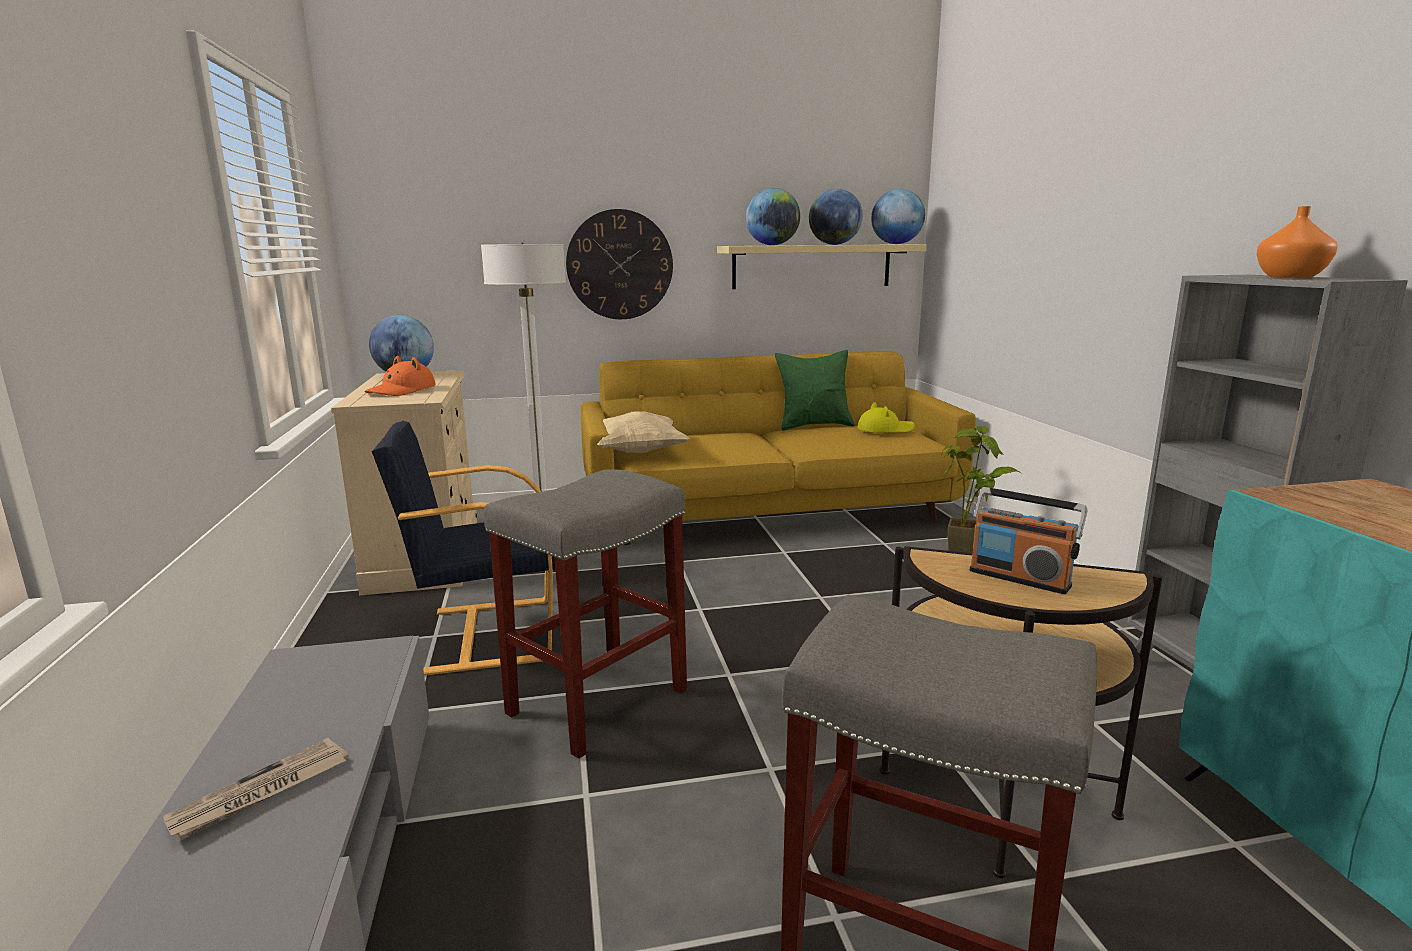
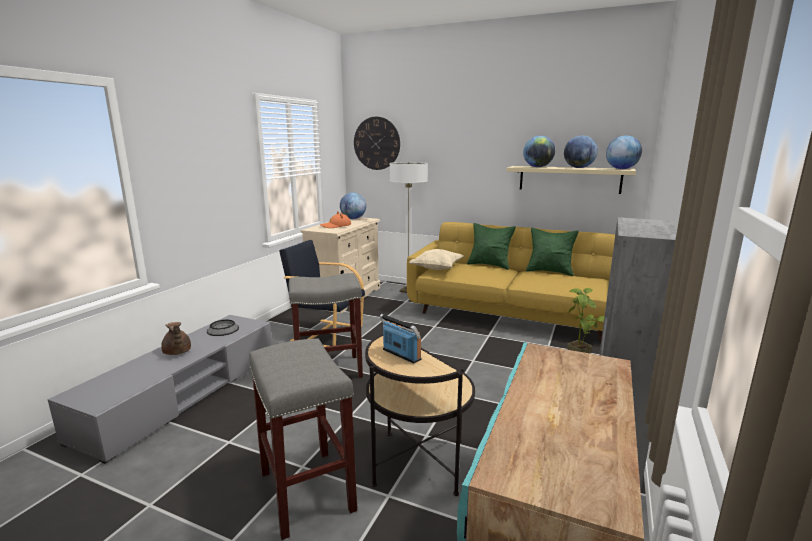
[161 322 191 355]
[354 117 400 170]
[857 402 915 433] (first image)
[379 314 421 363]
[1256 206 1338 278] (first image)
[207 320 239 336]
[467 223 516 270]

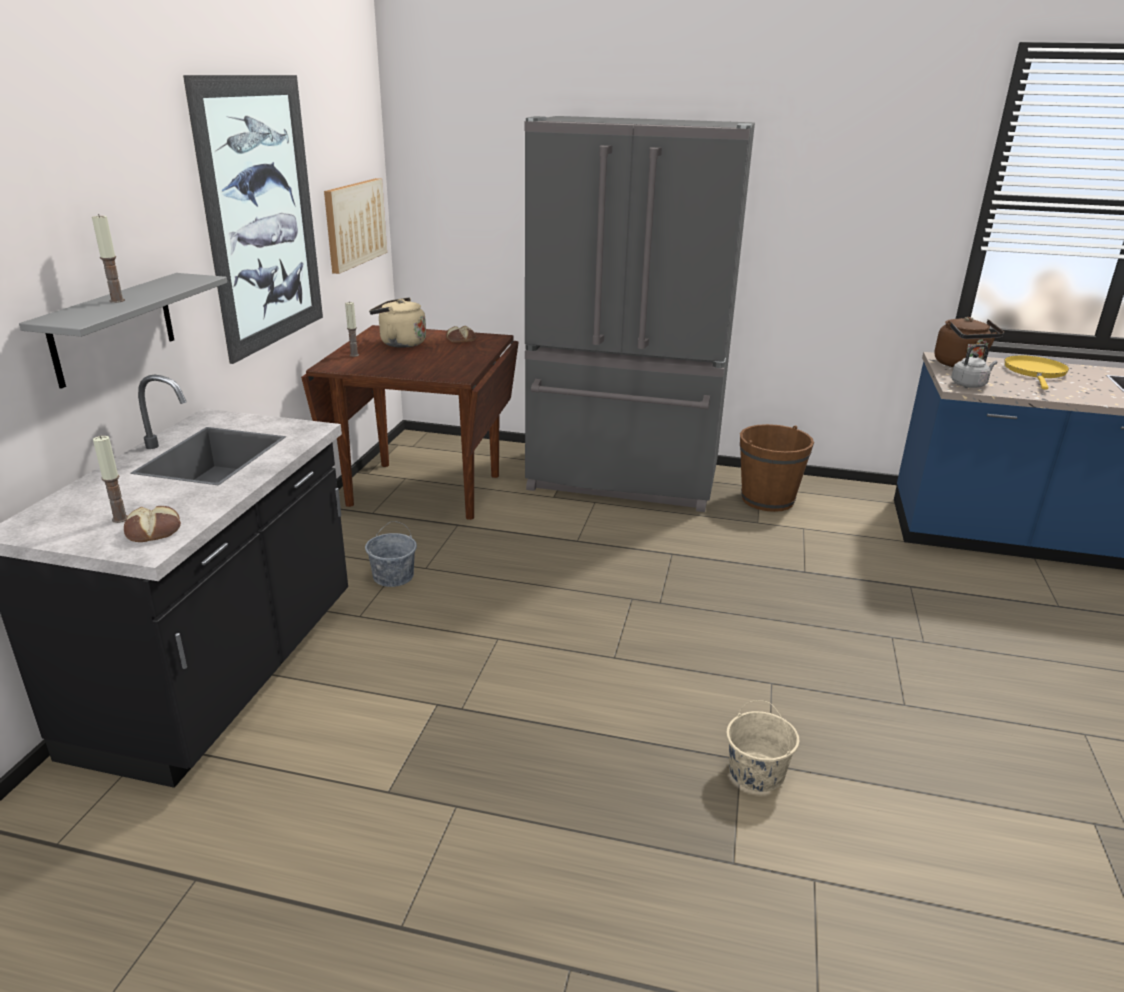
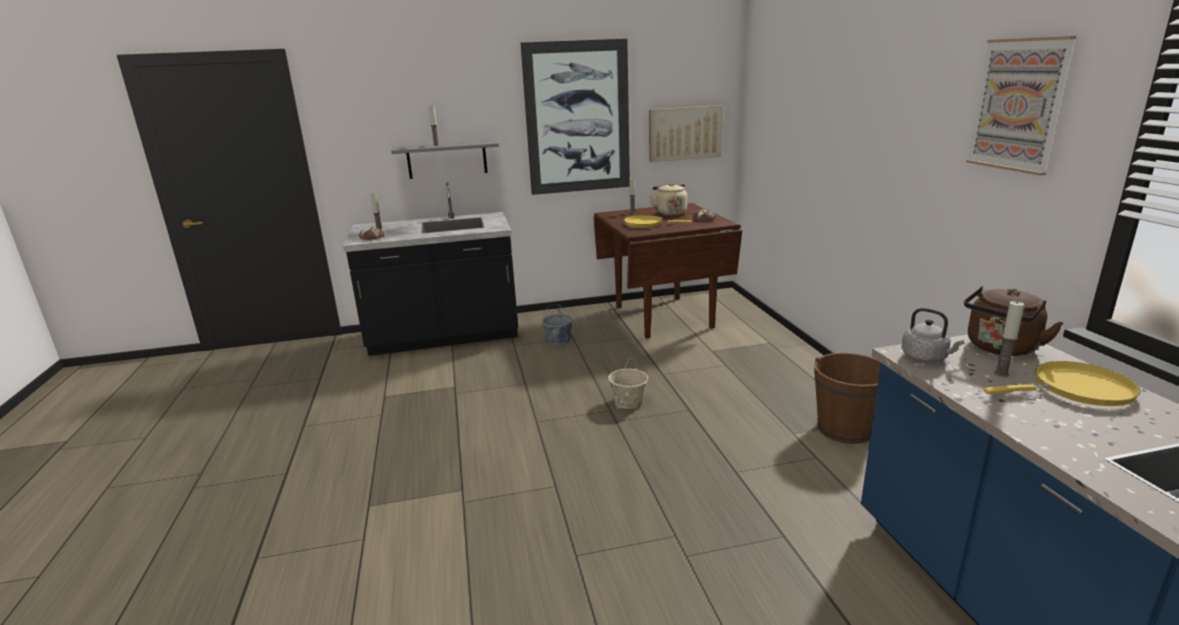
[525 116 755 512] (first image)
[608 360 648 409]
[624 215 691 228]
[966 36 1076 176]
[994 301 1025 377]

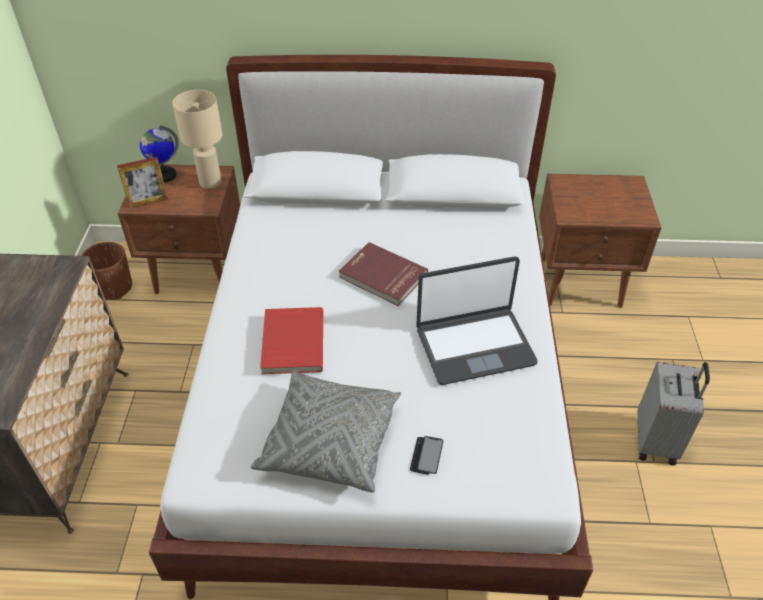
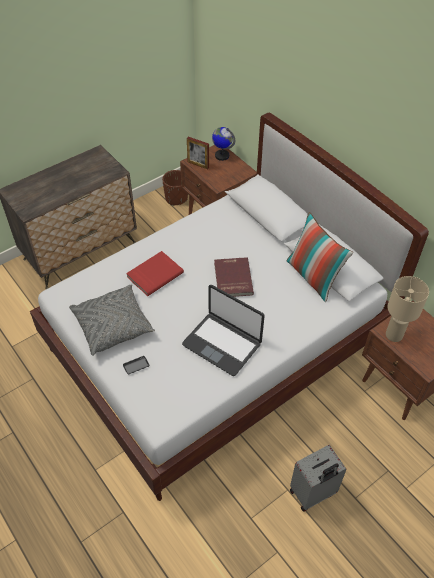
[386 276 429 342]
[286 212 353 302]

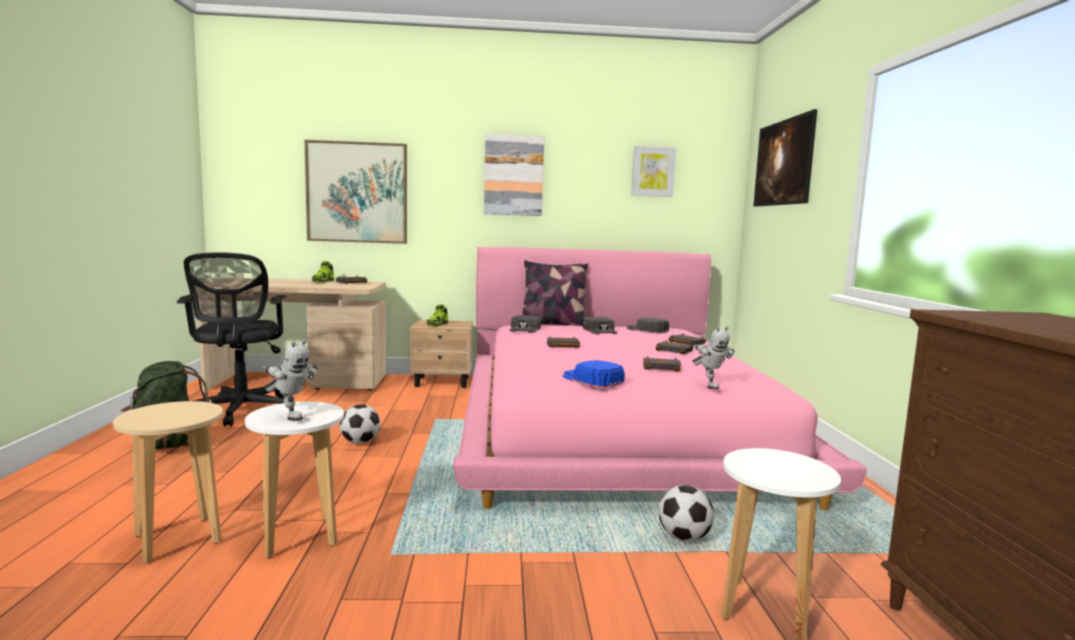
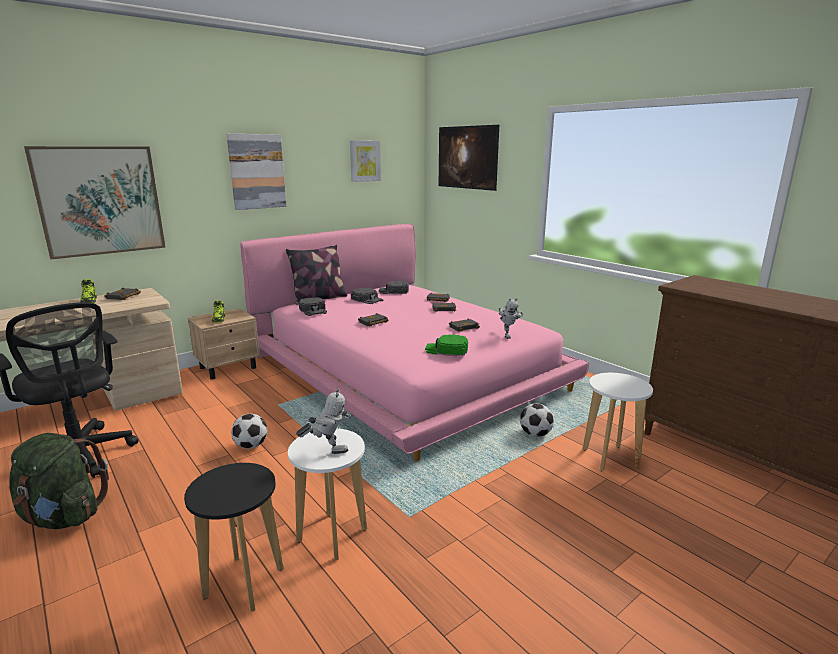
[184 463 284 612]
[425 335 468 356]
[499 298 523 339]

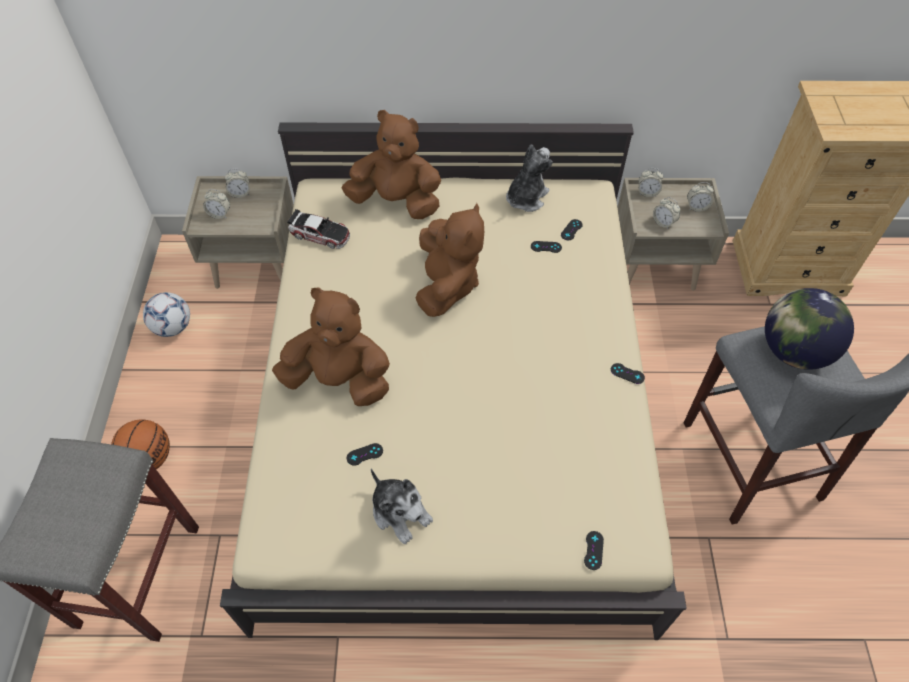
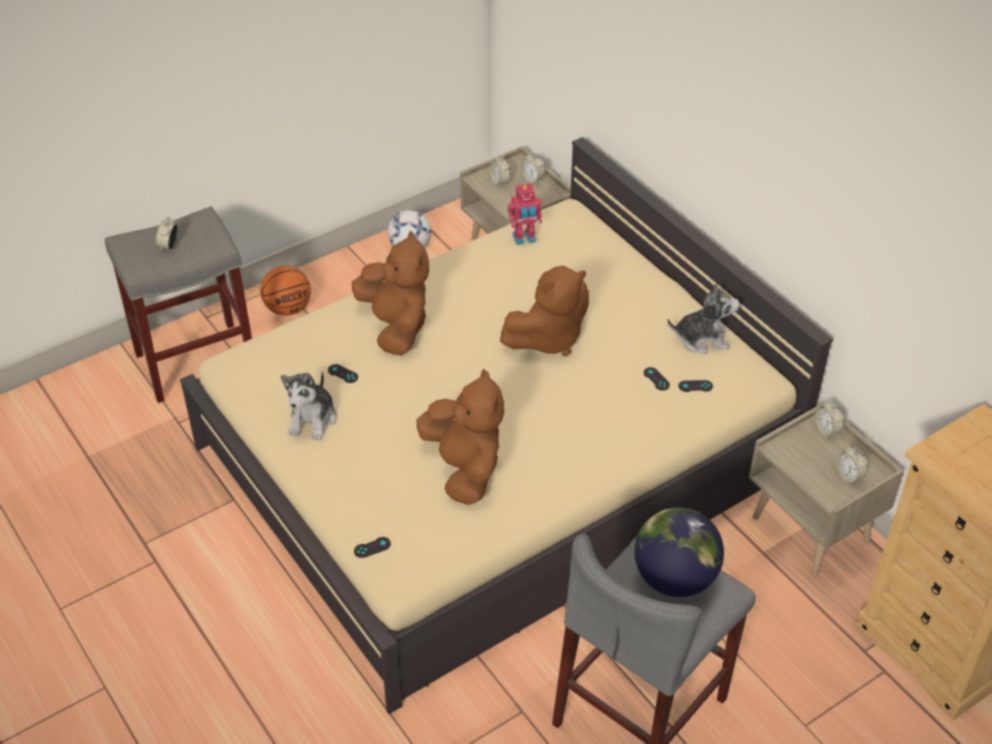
[508 183 542 245]
[417 368 504 505]
[611 363 645 384] (first image)
[156 217 177 250]

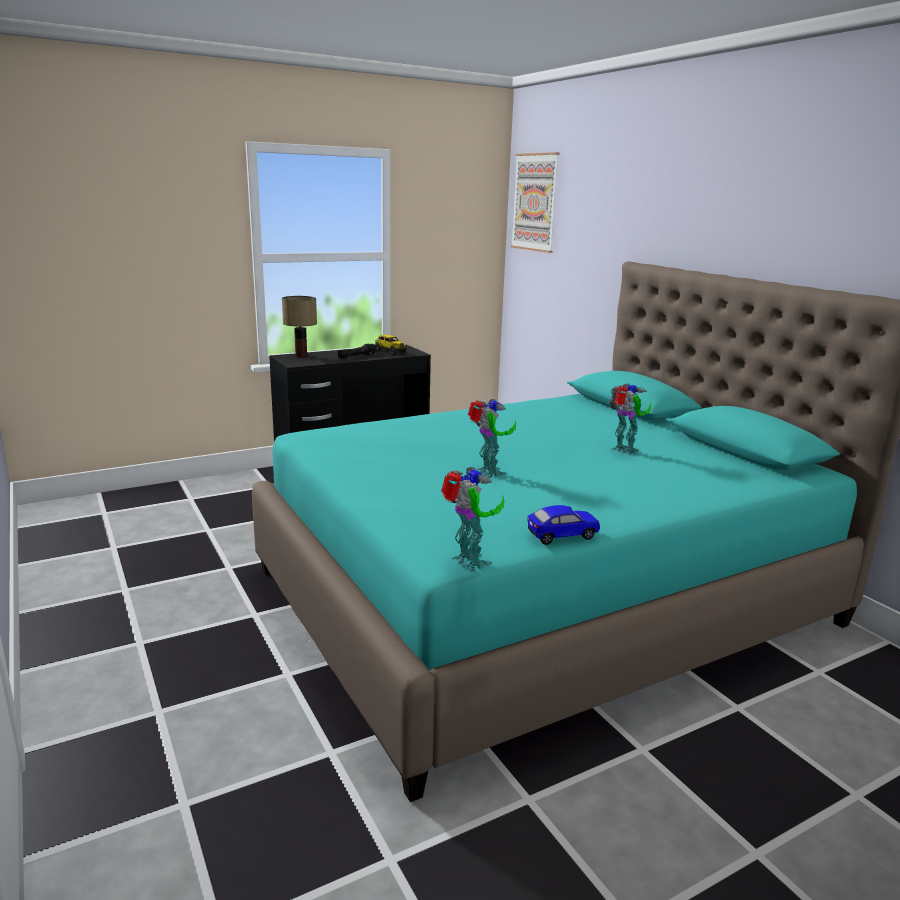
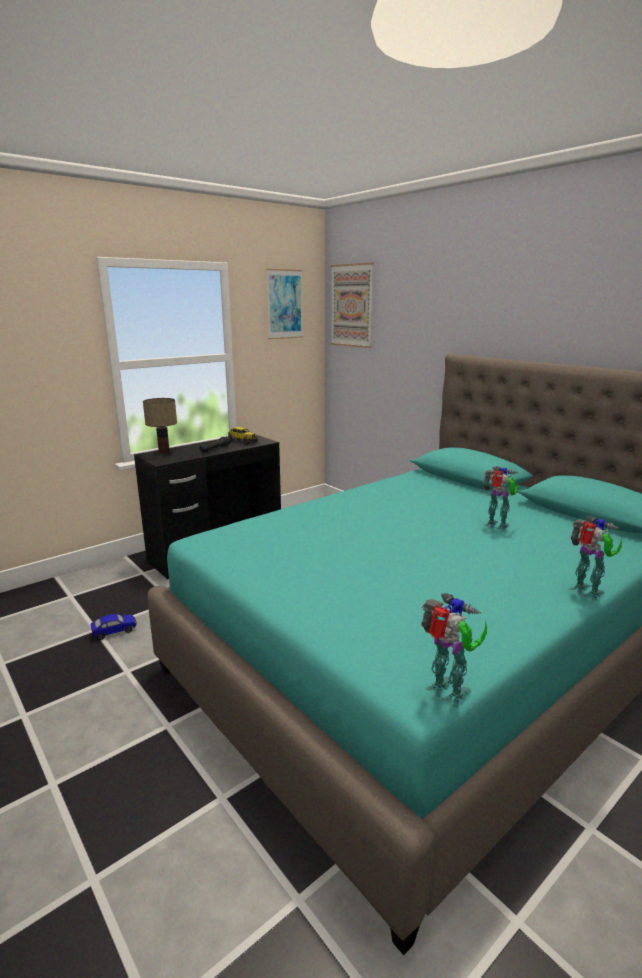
[569 516 622 601]
[91 613 137 640]
[266 269 303 339]

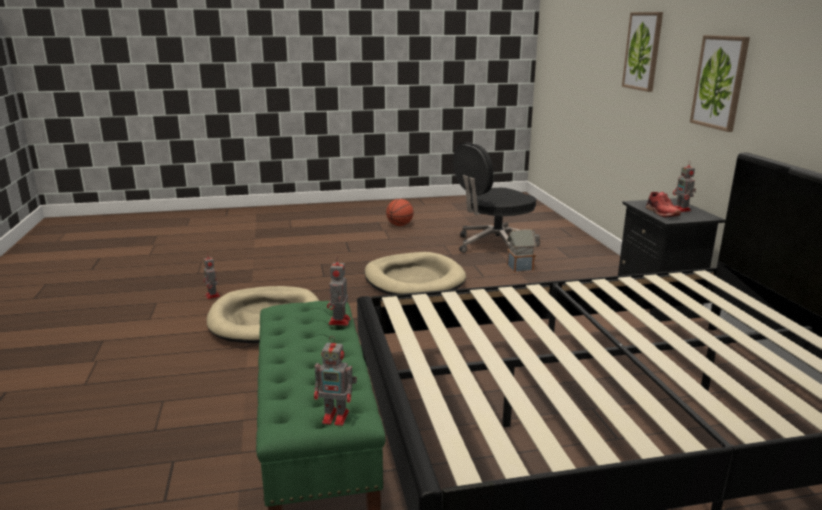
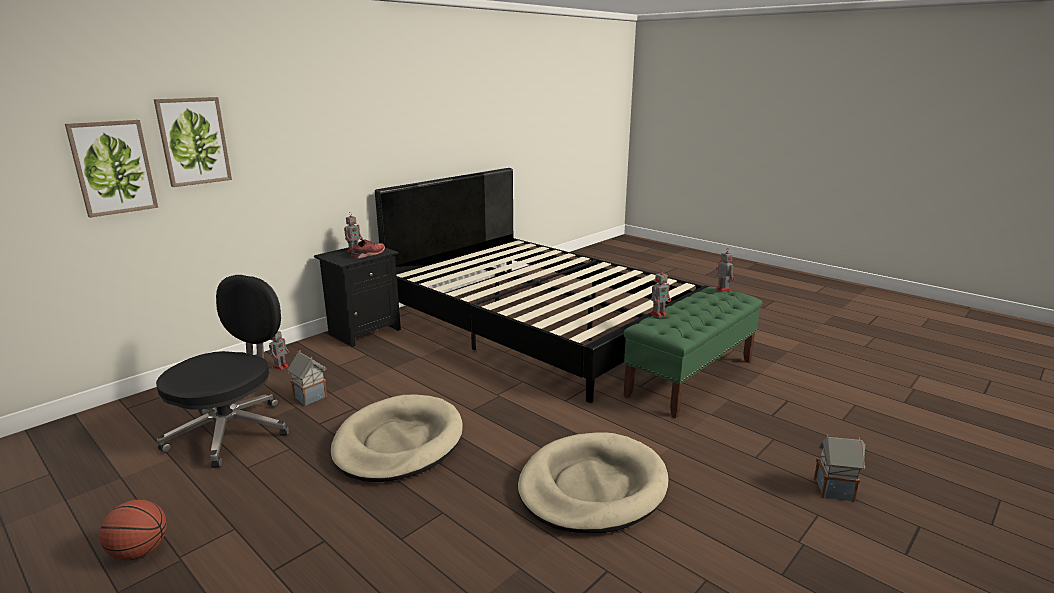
[269 331 289 370]
[156 275 289 468]
[65 120 158 218]
[813 435 866 502]

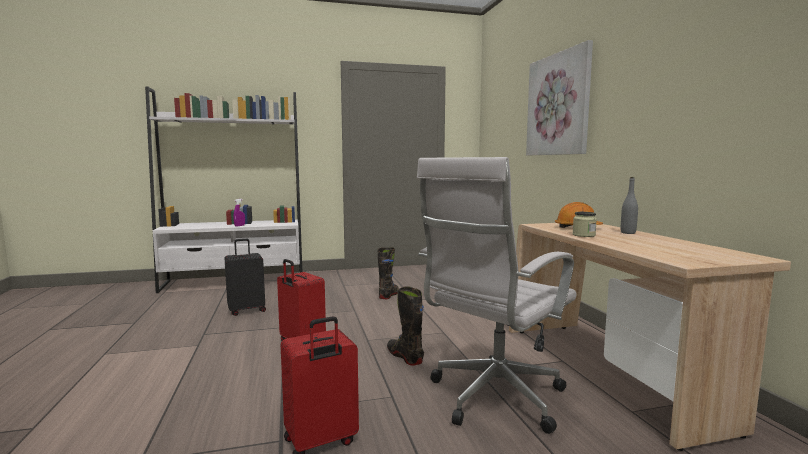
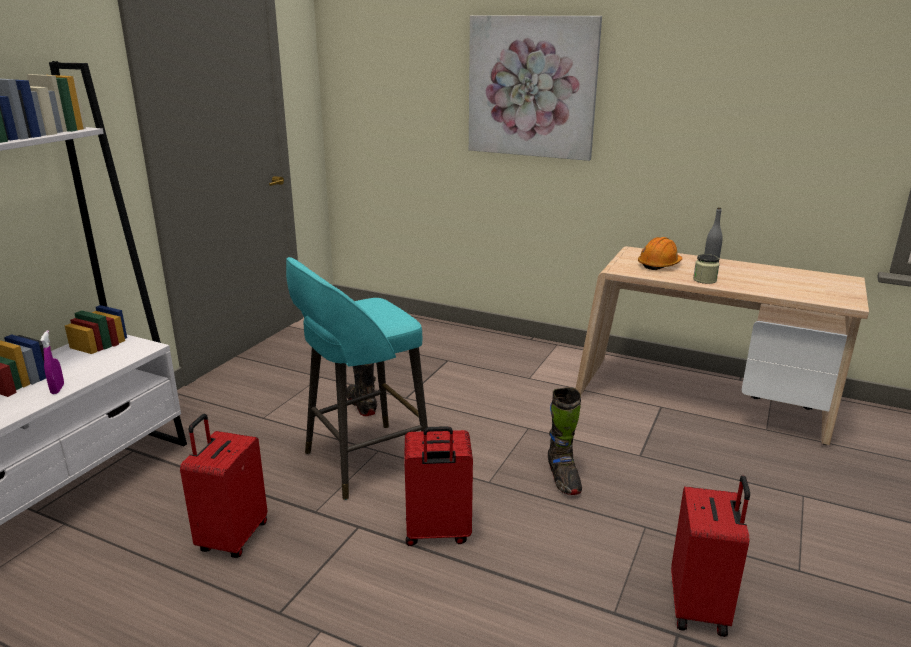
[180 414 267 558]
[548 387 582 495]
[417 157 577 434] (first image)
[286 257 428 500]

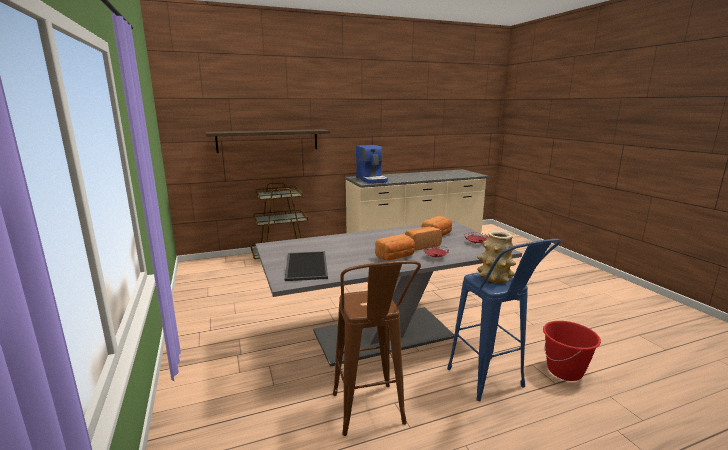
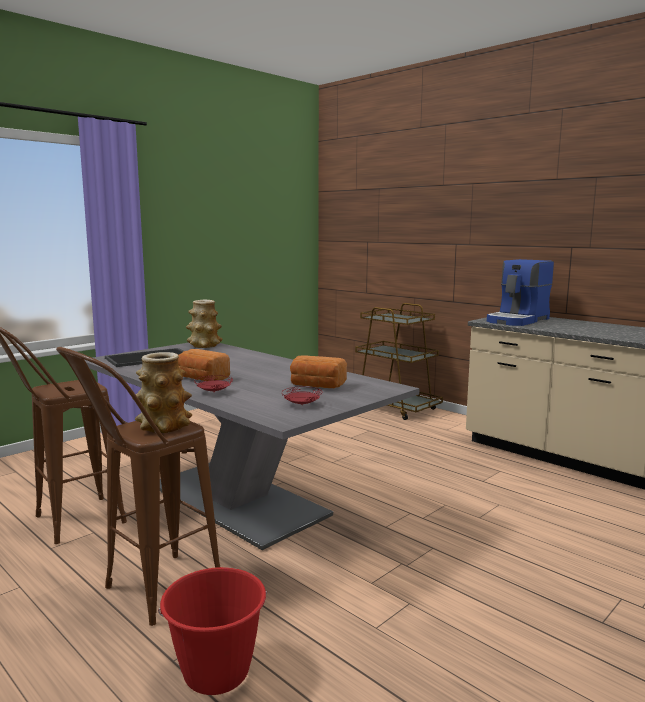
[206 129 330 153] (first image)
[405 227 442 251] (first image)
[56 347 220 626]
[186 300 222 348]

